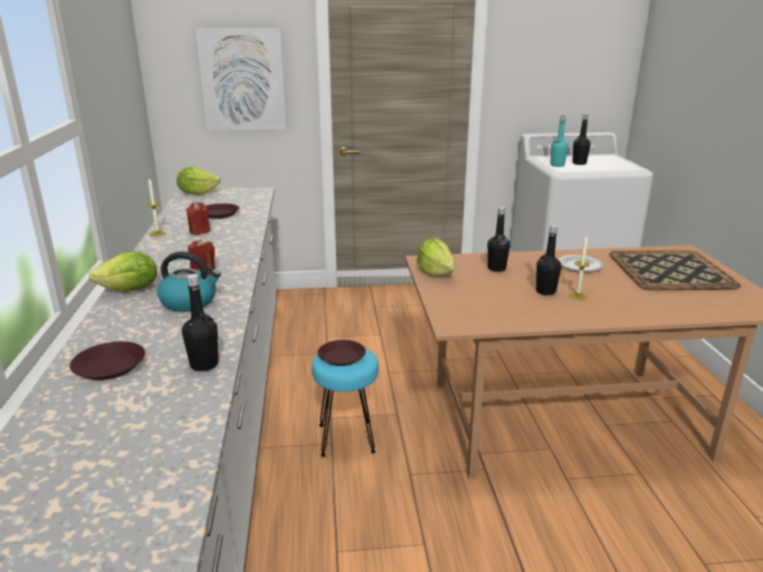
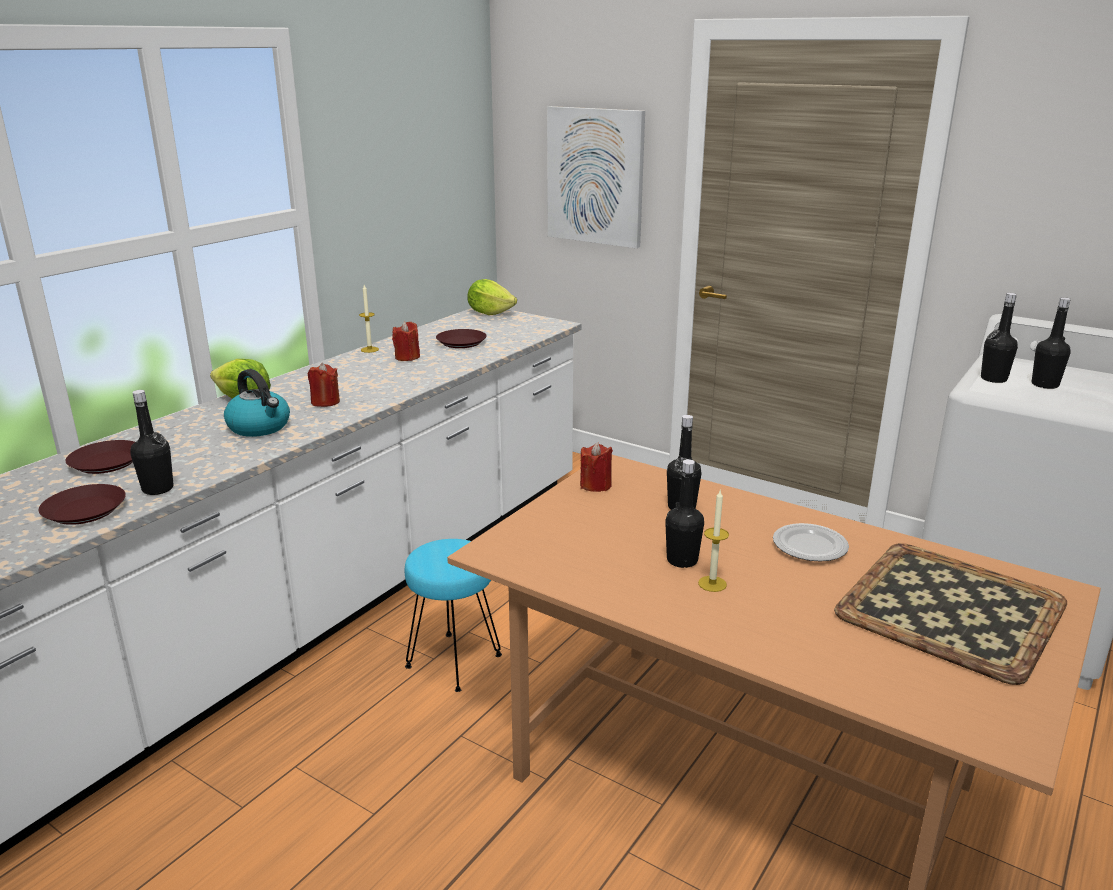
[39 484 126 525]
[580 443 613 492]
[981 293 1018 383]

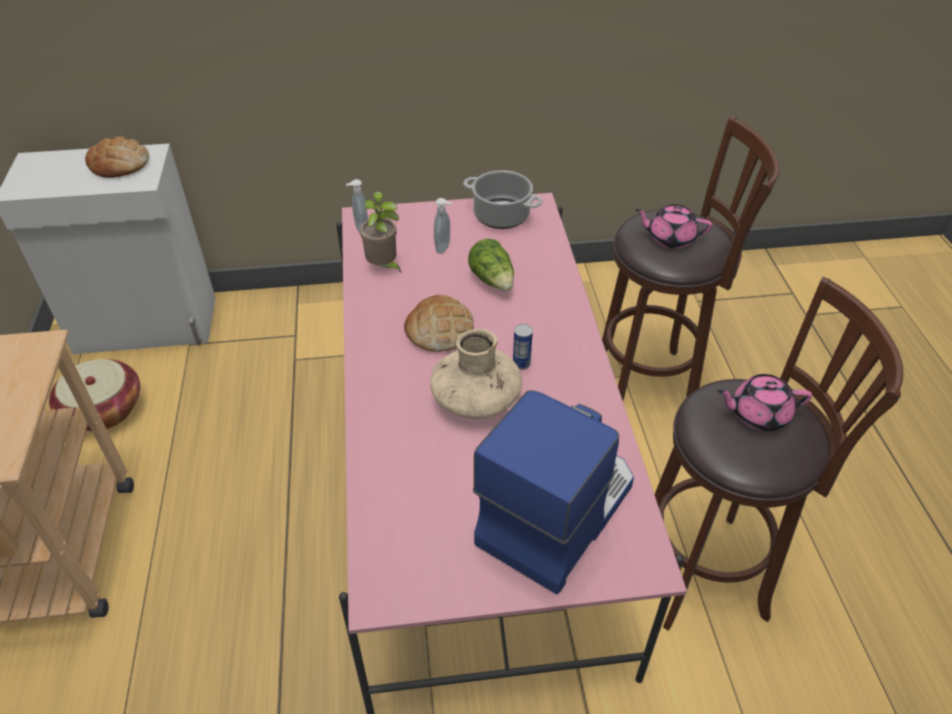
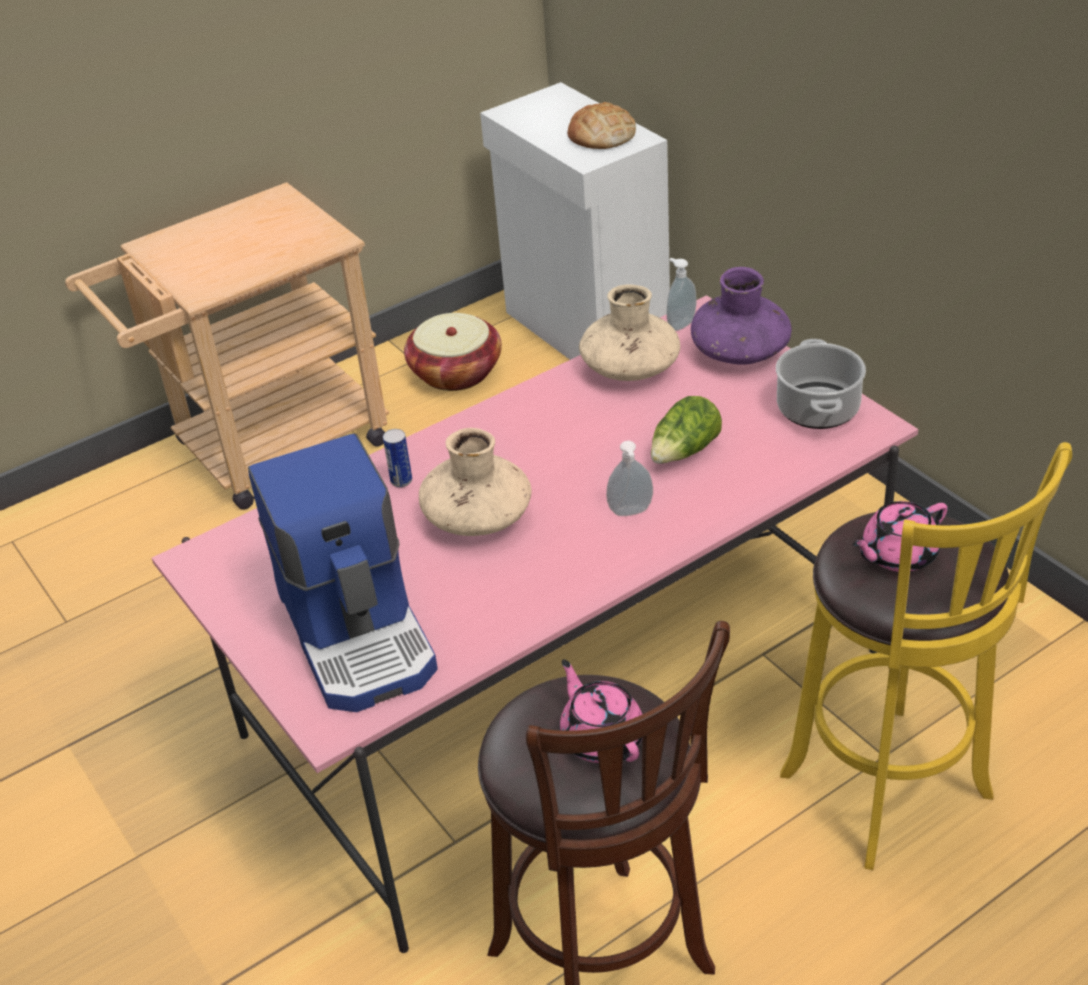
[579 284 680 381]
[404 295 474 352] (first image)
[606 441 653 516]
[248 433 438 712]
[383 429 412 487]
[780 442 1072 870]
[852 501 948 572]
[691 267 792 365]

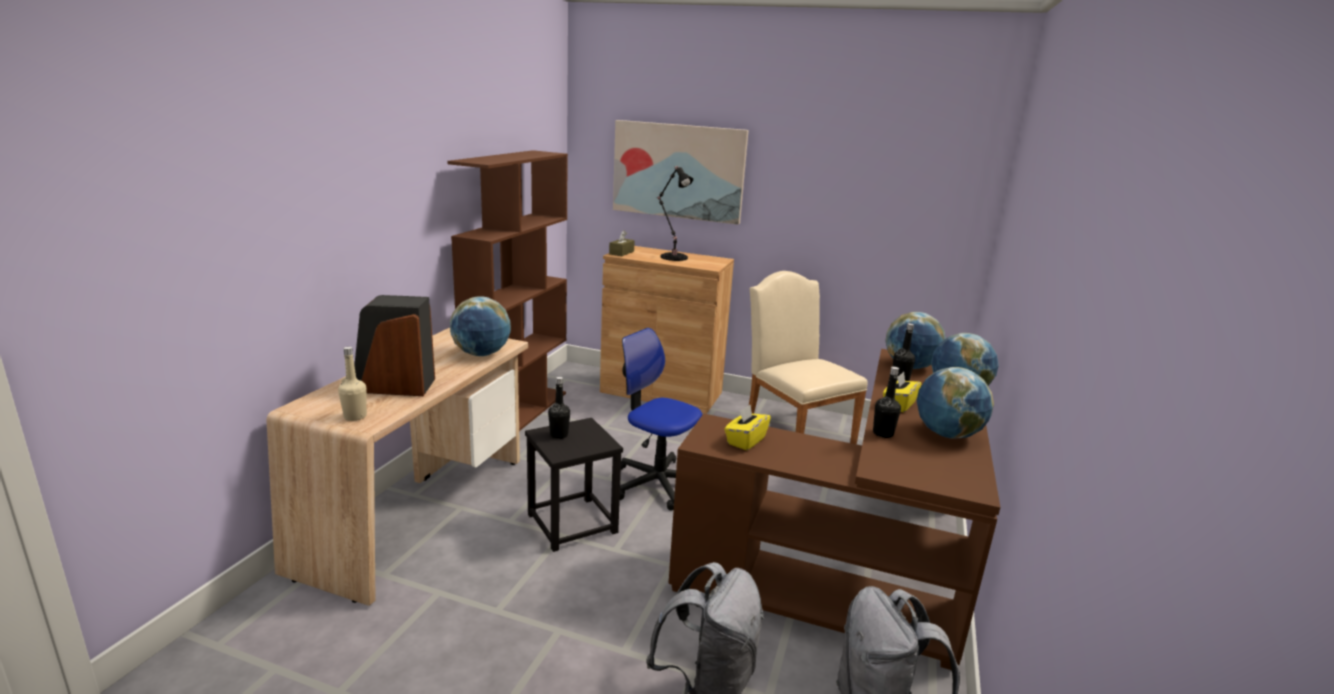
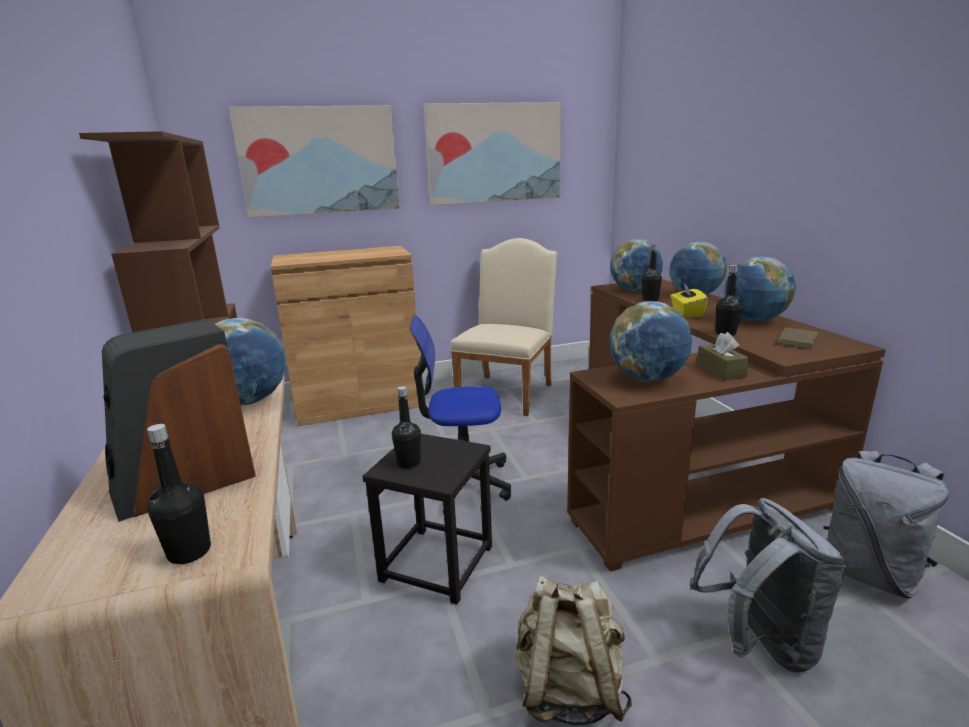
[147 424 211 564]
[697 332 749 380]
[656 166 693 261] (first image)
[609 301 692 382]
[450 238 557 416]
[423 102 561 205]
[514 576 632 725]
[777 328 829 349]

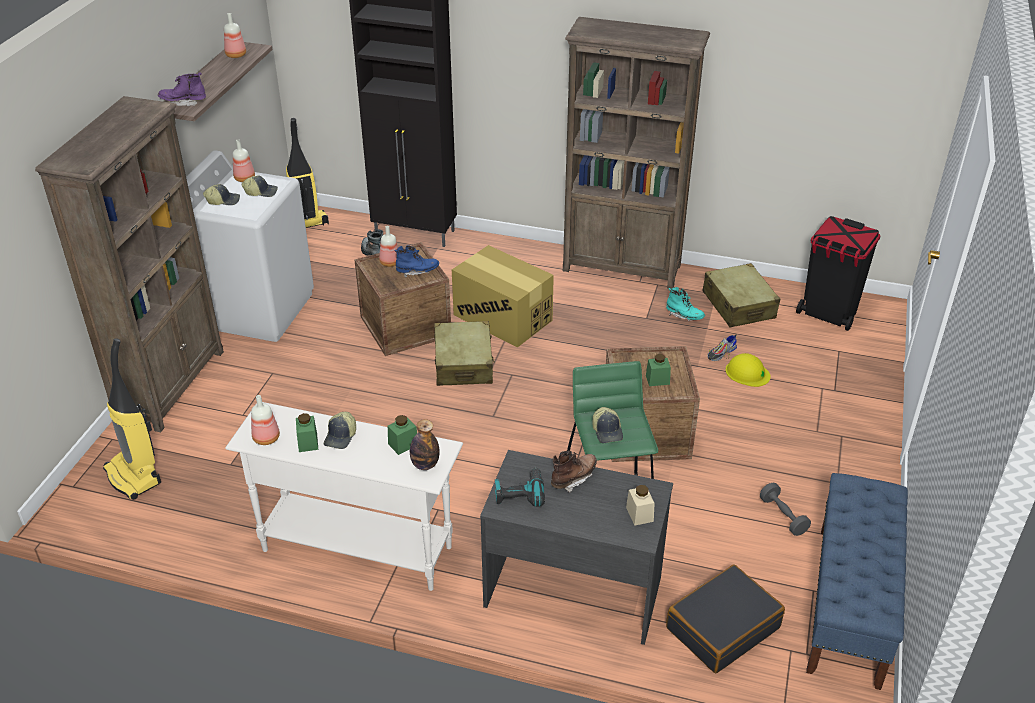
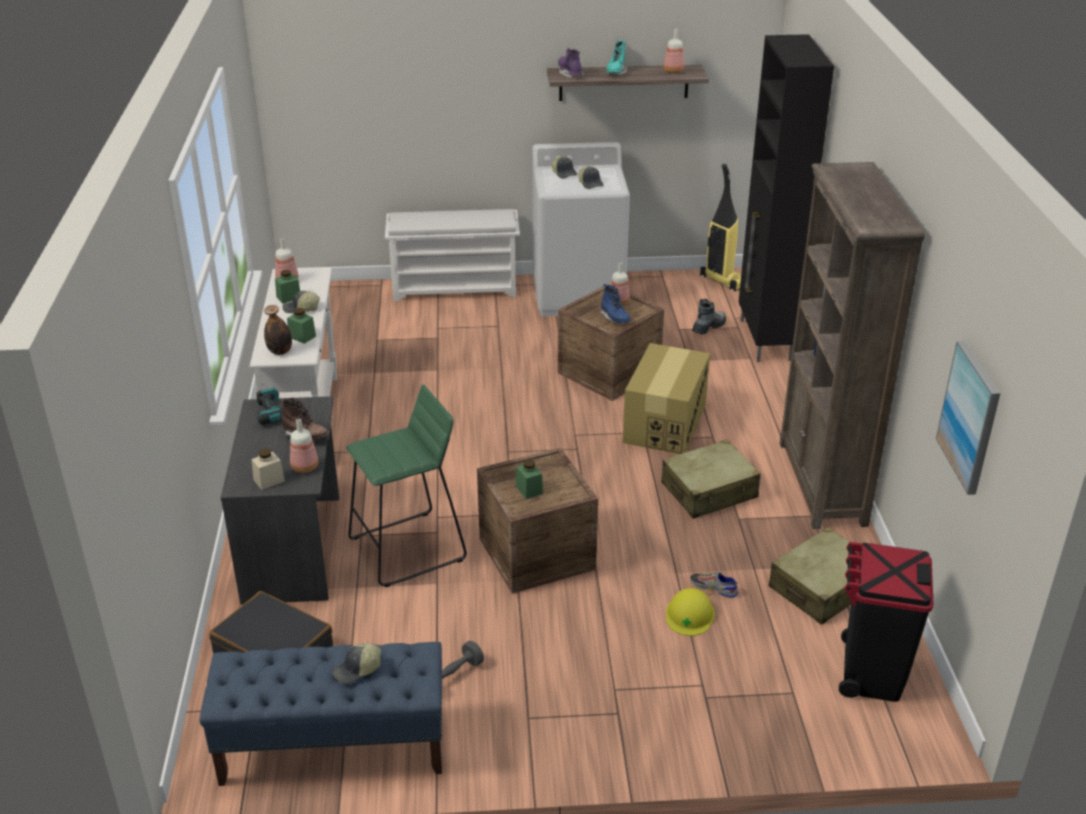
[385 209 520 301]
[103 338 161 500] (first image)
[290 419 319 473]
[661 439 760 519]
[332 643 381 684]
[605 39 627 75]
[936 341 1000 495]

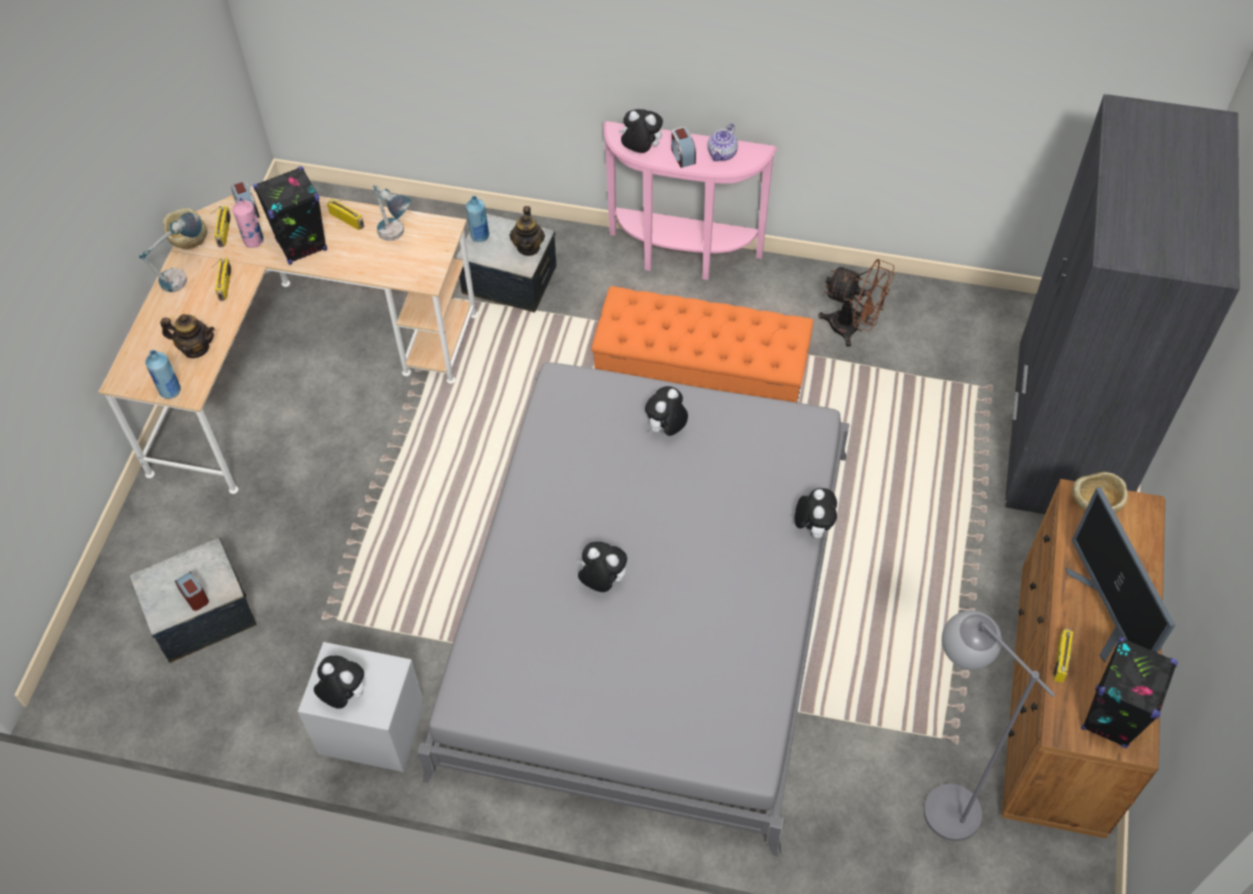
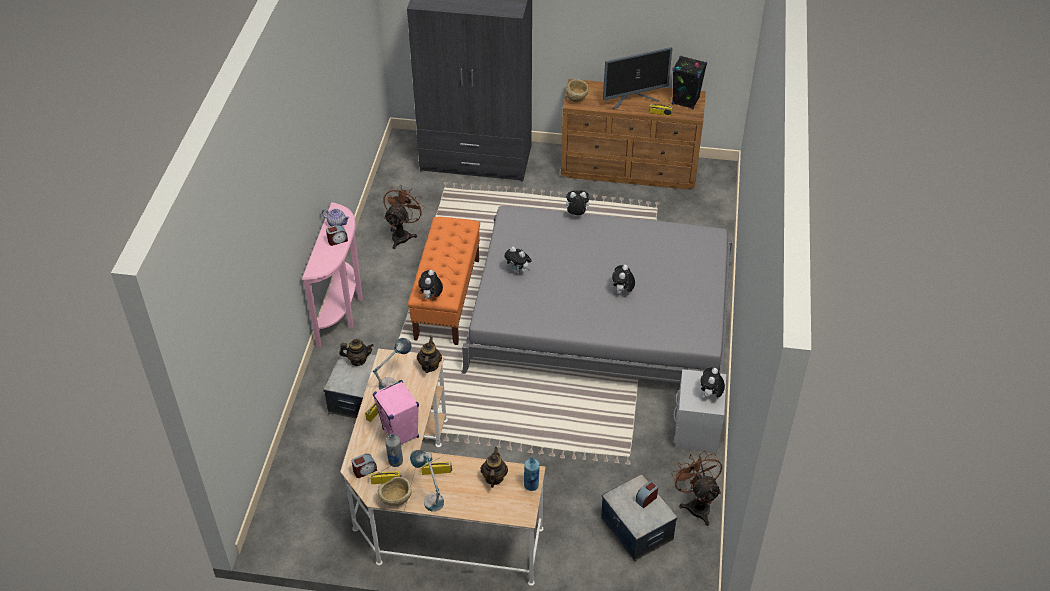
[385 434 403 467]
[373 380 419 445]
[466 196 489 242] (first image)
[418 270 443 299]
[924 610 1055 841] (first image)
[417 337 442 373]
[671 451 722 526]

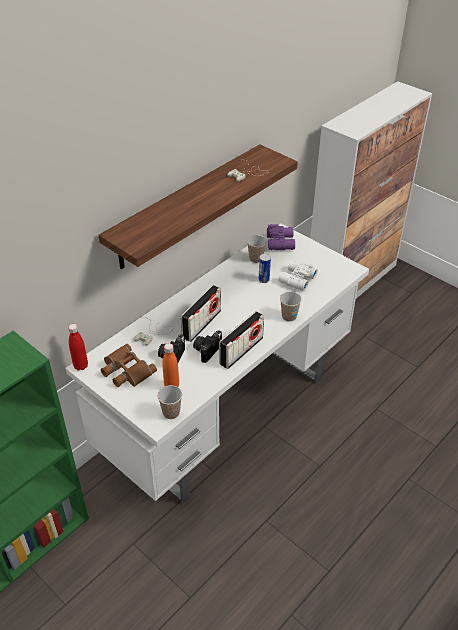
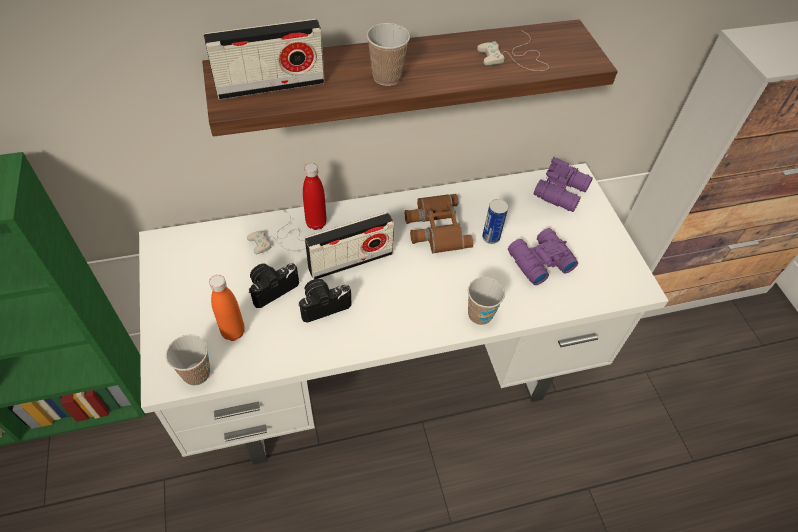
[303 163 327 230]
[405 194 474 253]
[204 19 325 100]
[367 23 410 86]
[508 228 578 285]

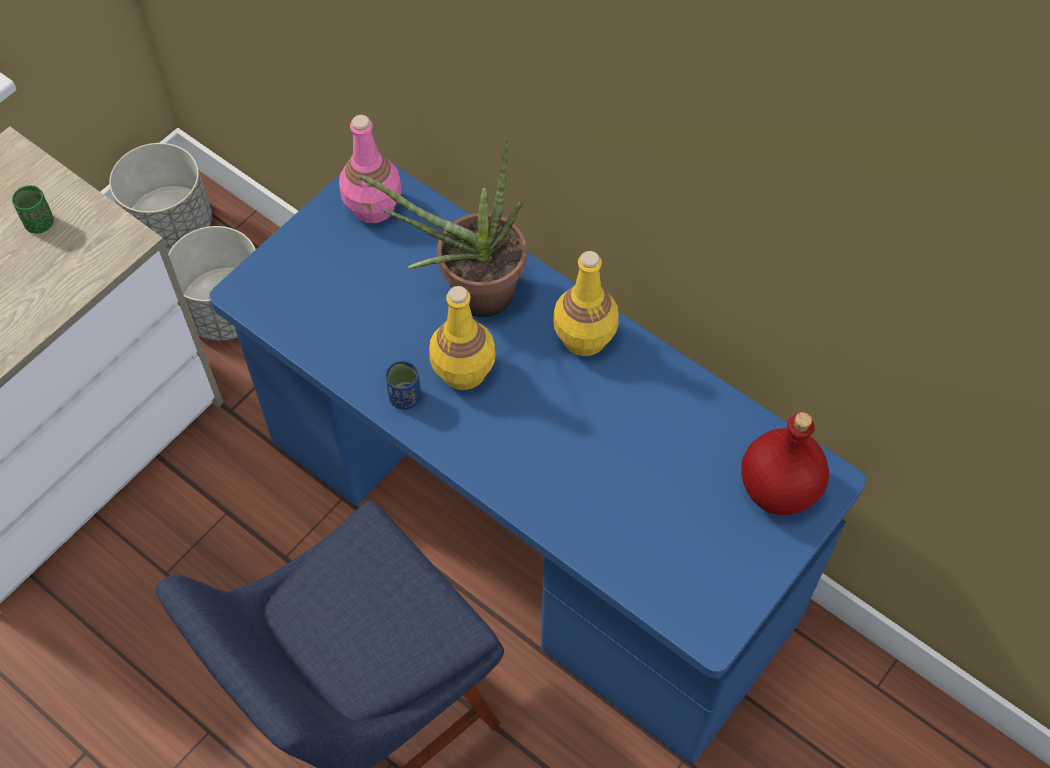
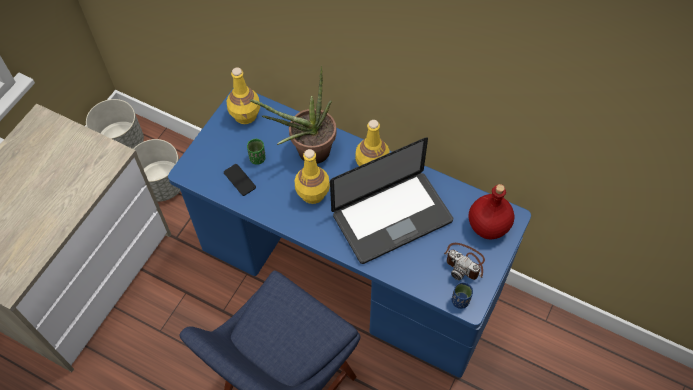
[247 139 266 165]
[227 68 260 124]
[452 282 473 309]
[224 164 256 196]
[330 137 453 264]
[444 243 485 280]

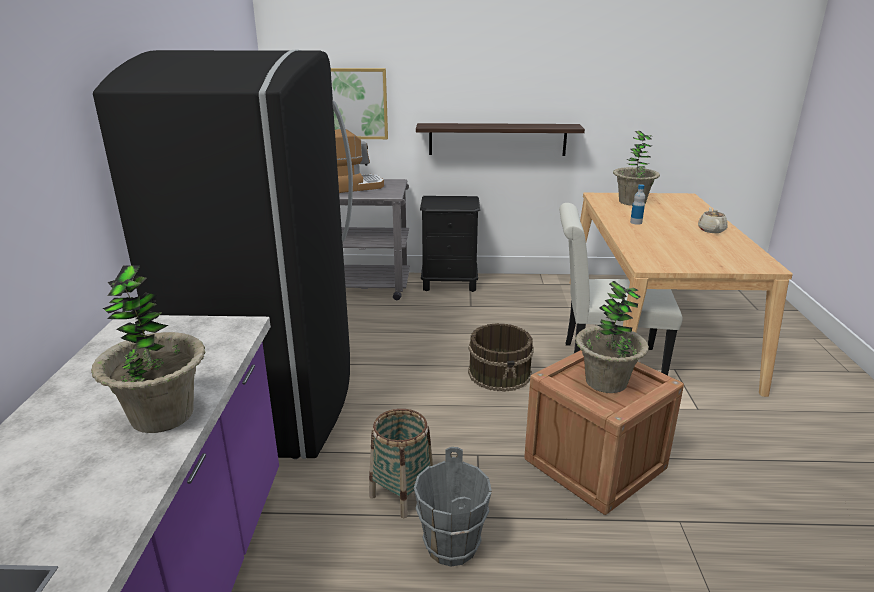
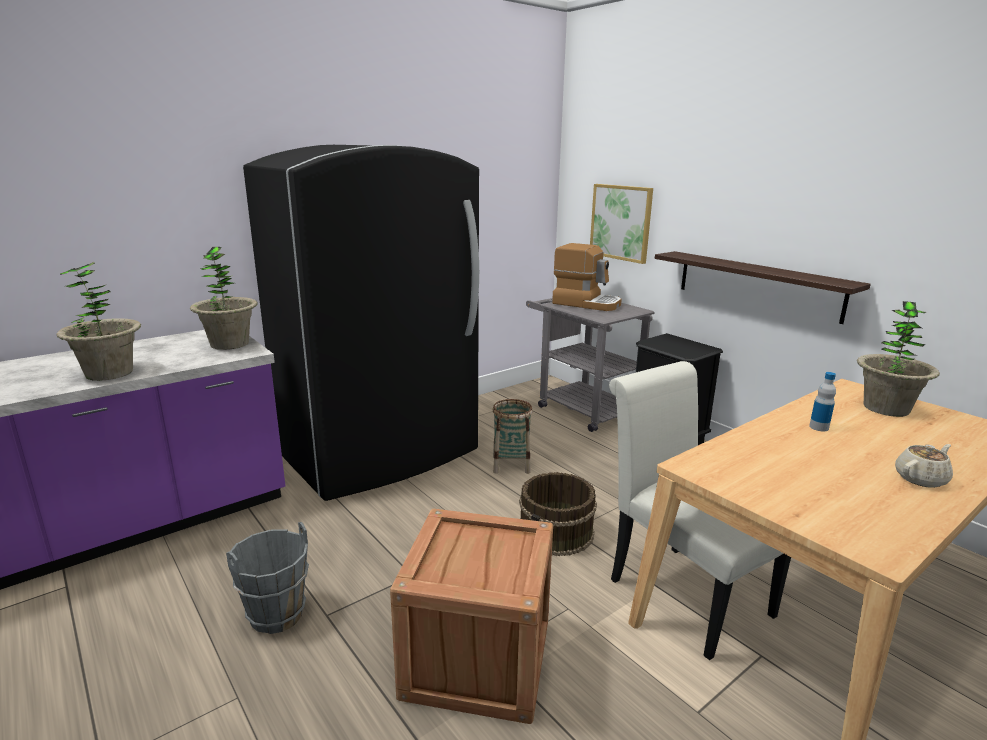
[492 399 533 474]
[190 247 257 350]

